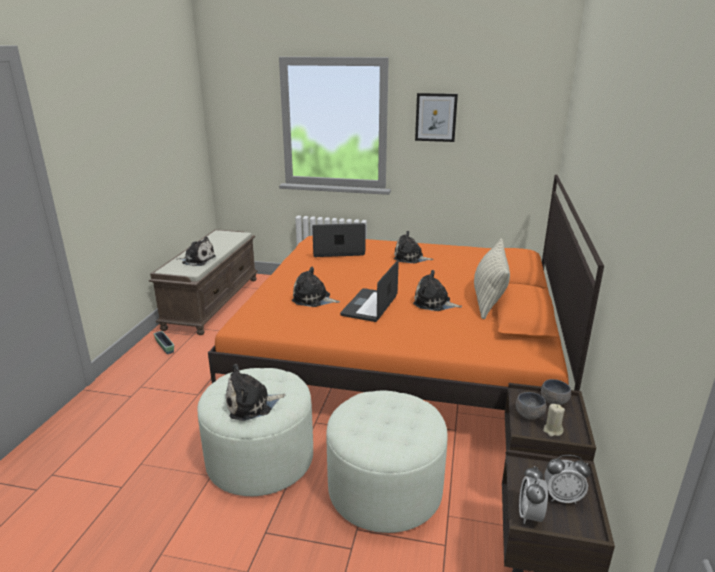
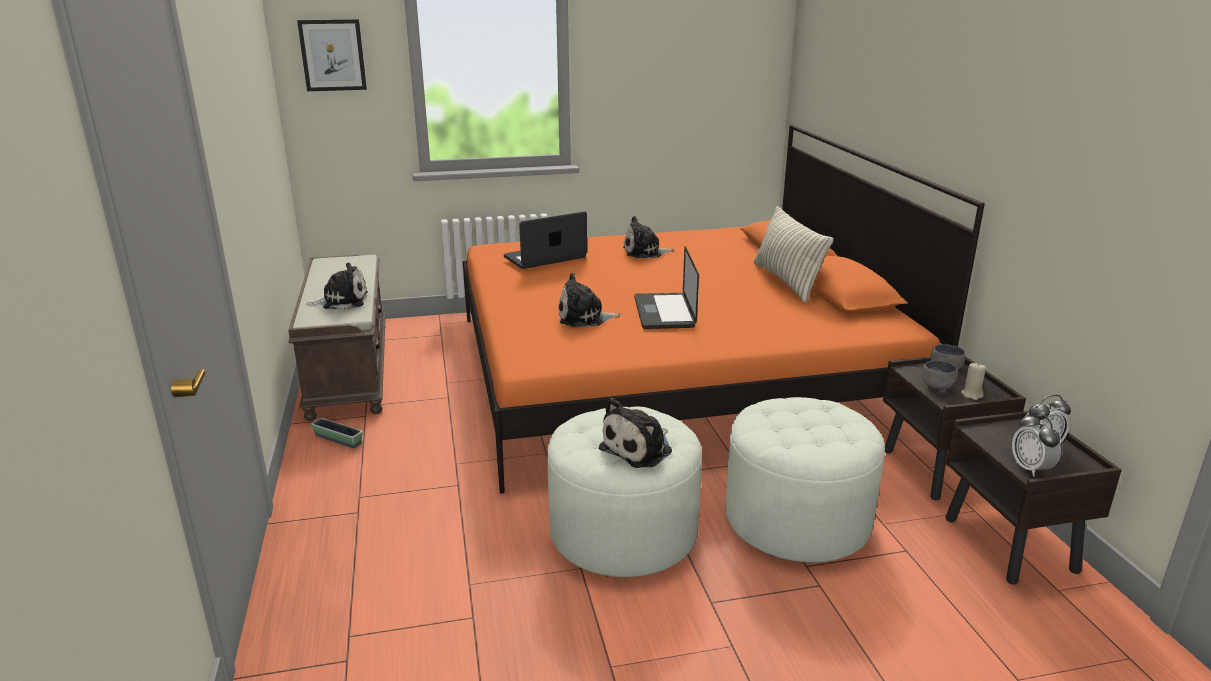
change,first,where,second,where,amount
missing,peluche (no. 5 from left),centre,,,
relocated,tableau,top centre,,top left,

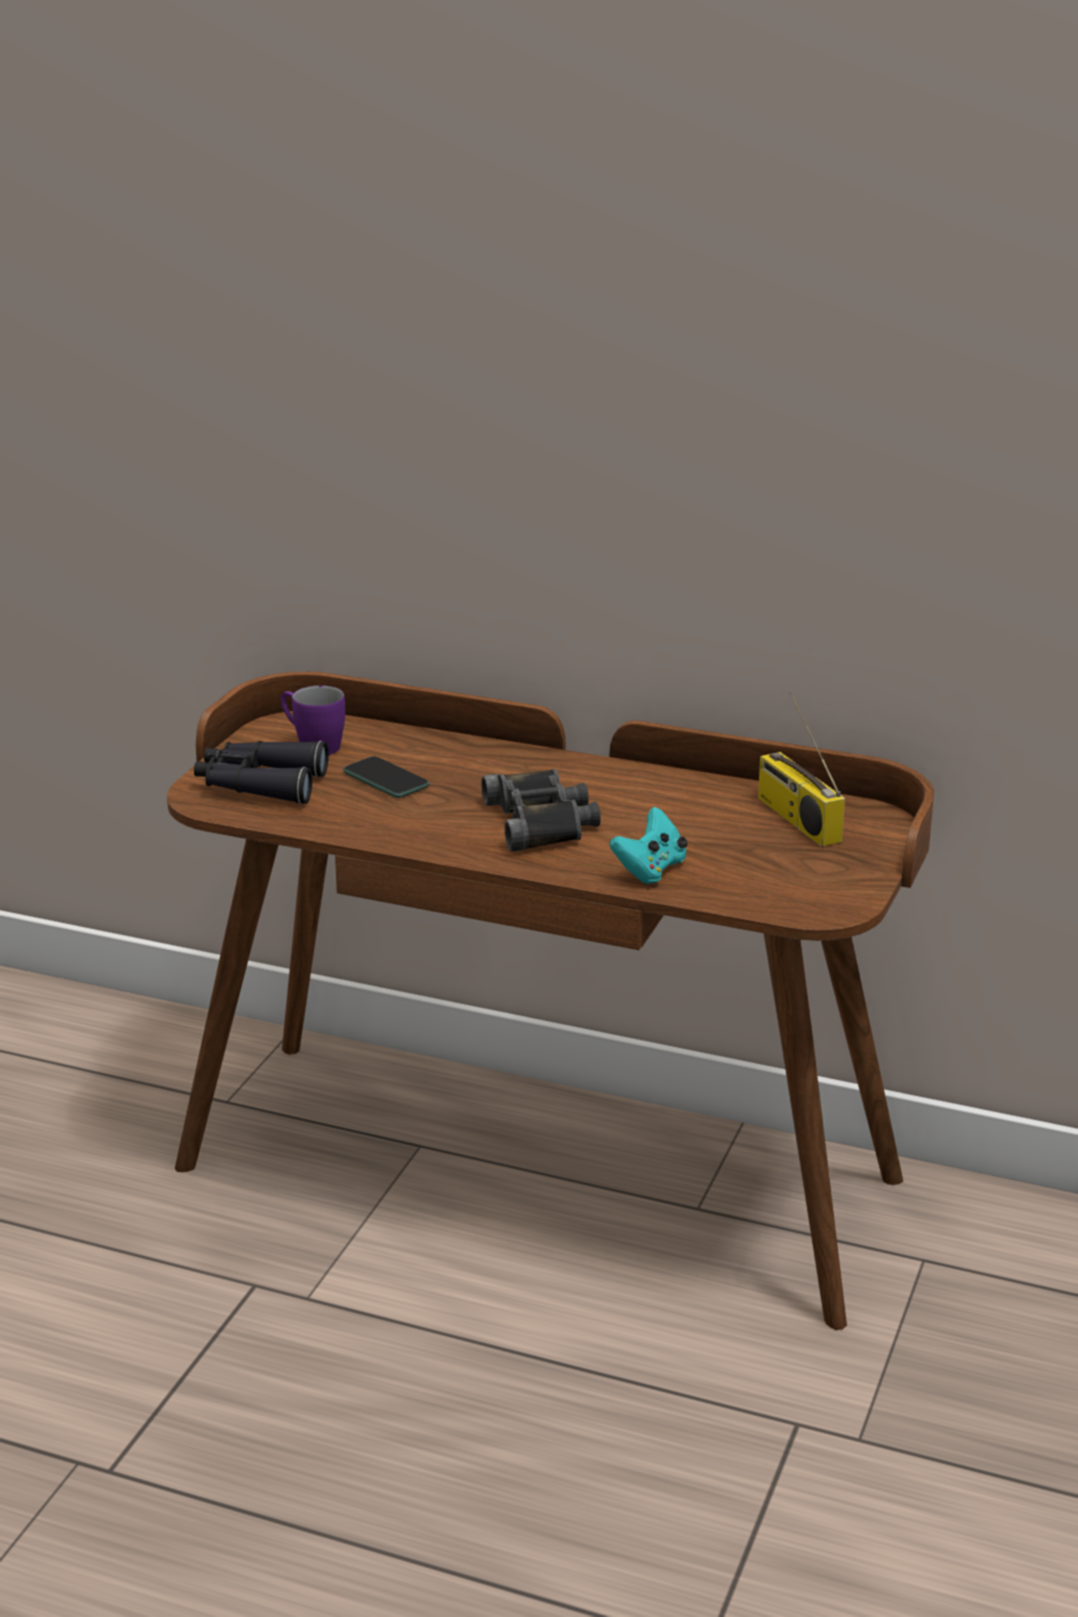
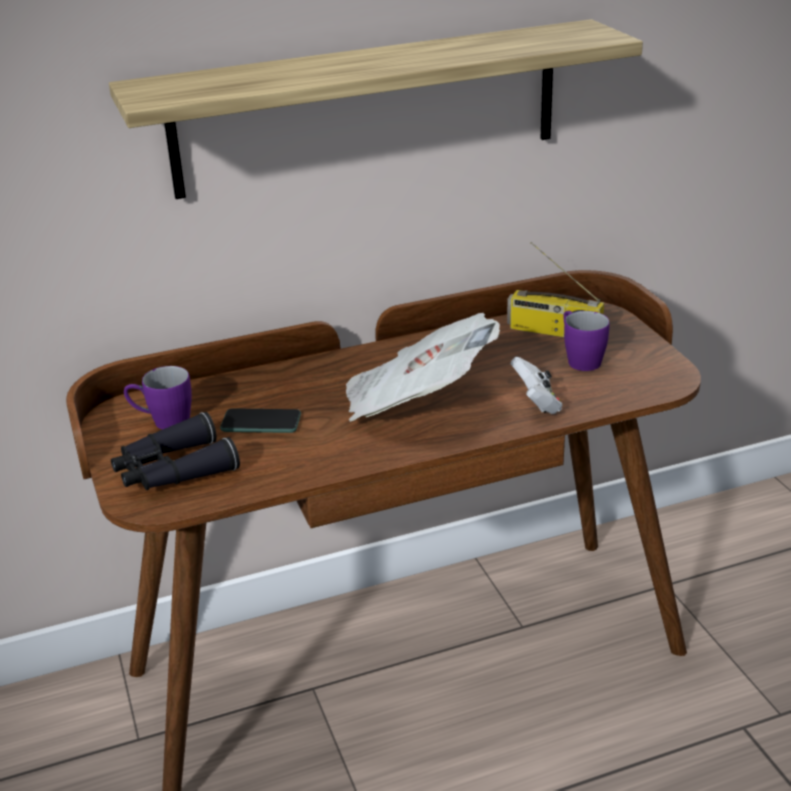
change,first,where,second,where,amount
appeared,,,étagère,top centre,
appeared,,,mug/violet (no. 2 from left),middle right,
exchanged,jumelles/noir (no. 2 from left),centre,journal,centre,
colour,manette/turquoise,centre,manette/blanc,middle right,

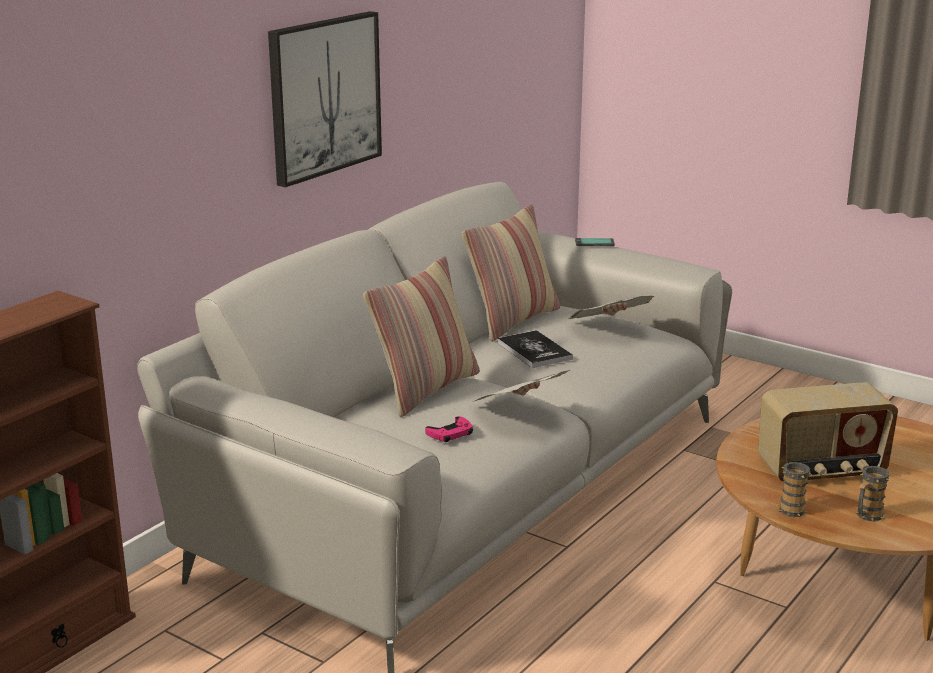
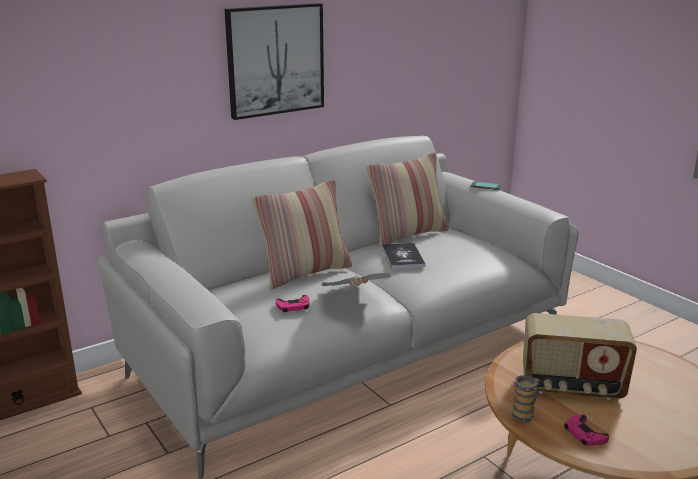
change,first,where,second,where,amount
missing,journal (no. 2 from left),centre,,,
exchanged,mug (no. 2 from left),bottom right,manette/rose (no. 2 from left),bottom right,

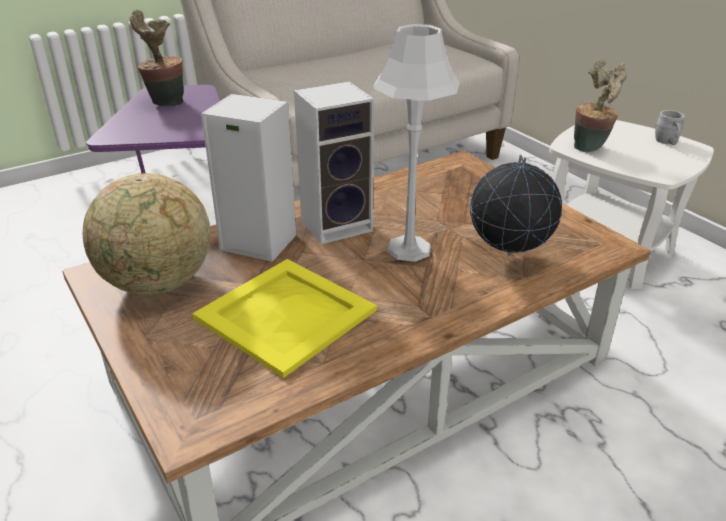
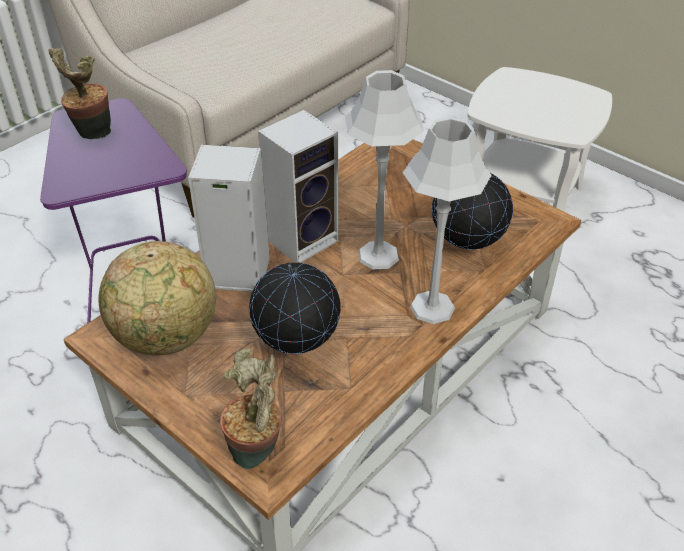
change,first,where,second,where,amount
missing,mug/gris,top right,,,
appeared,,,lampe de table/gris (no. 2 from left),centre,
relocated,plante en pot (no. 2 from left),top right,,bottom centre,
exchanged,plateau/jaune,centre,globe (no. 2 from left),centre,

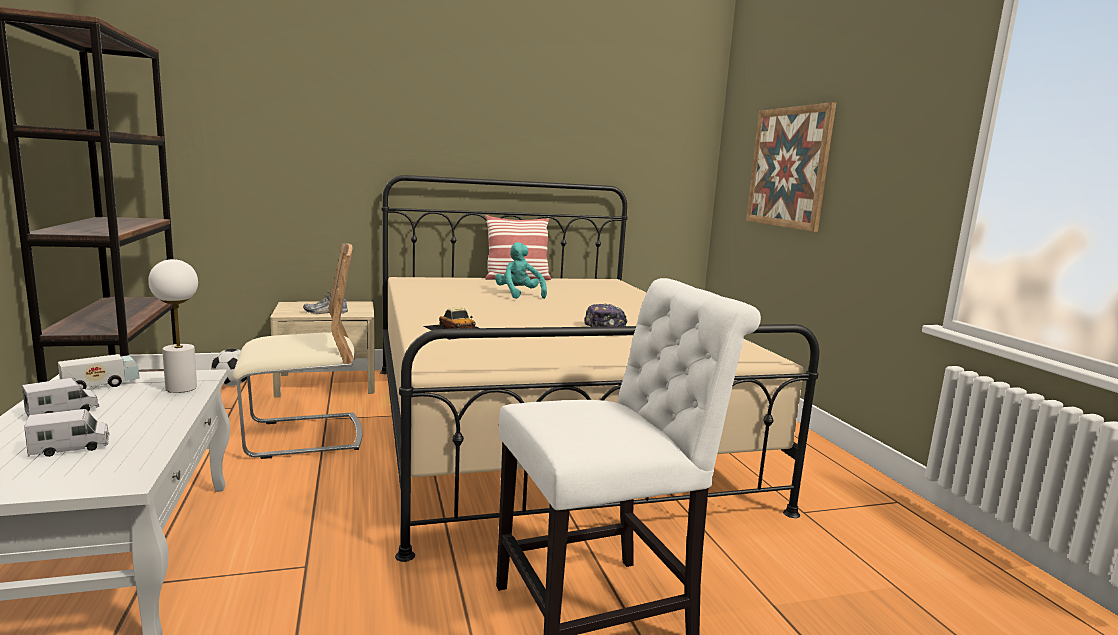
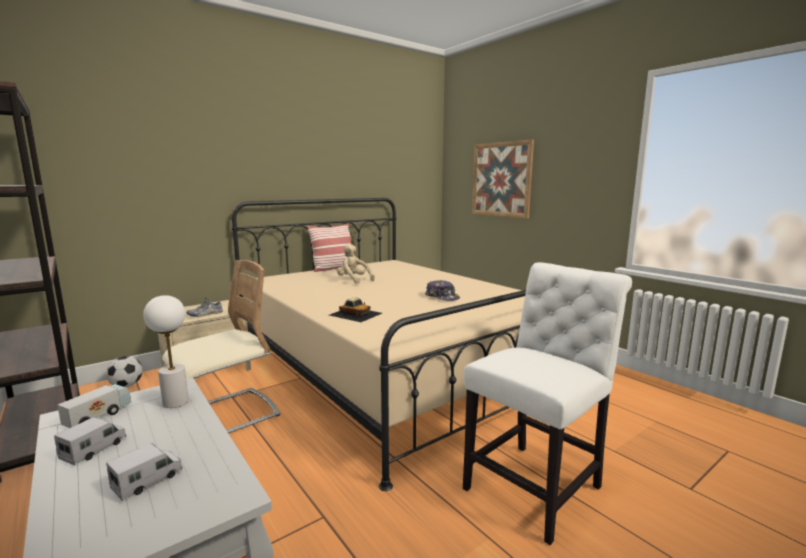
change,first,where,second,where,amount
colour,peluche/turquoise,centre,peluche/beige,centre,

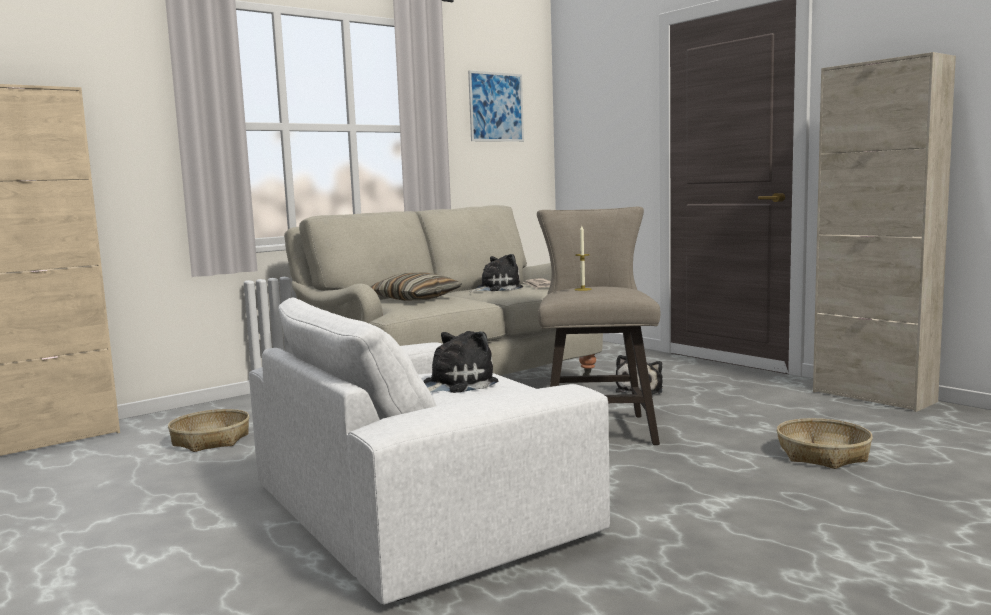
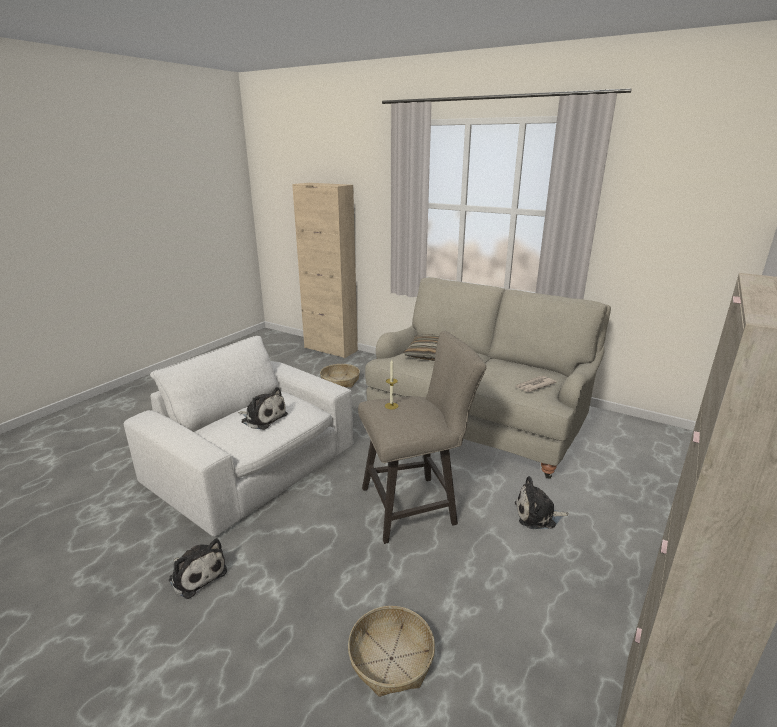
change,first,where,second,where,amount
missing,tableau,top centre,,,
relocated,peluche (no. 2 from left in the first image),centre,peluche (no. 1 from left),bottom left,

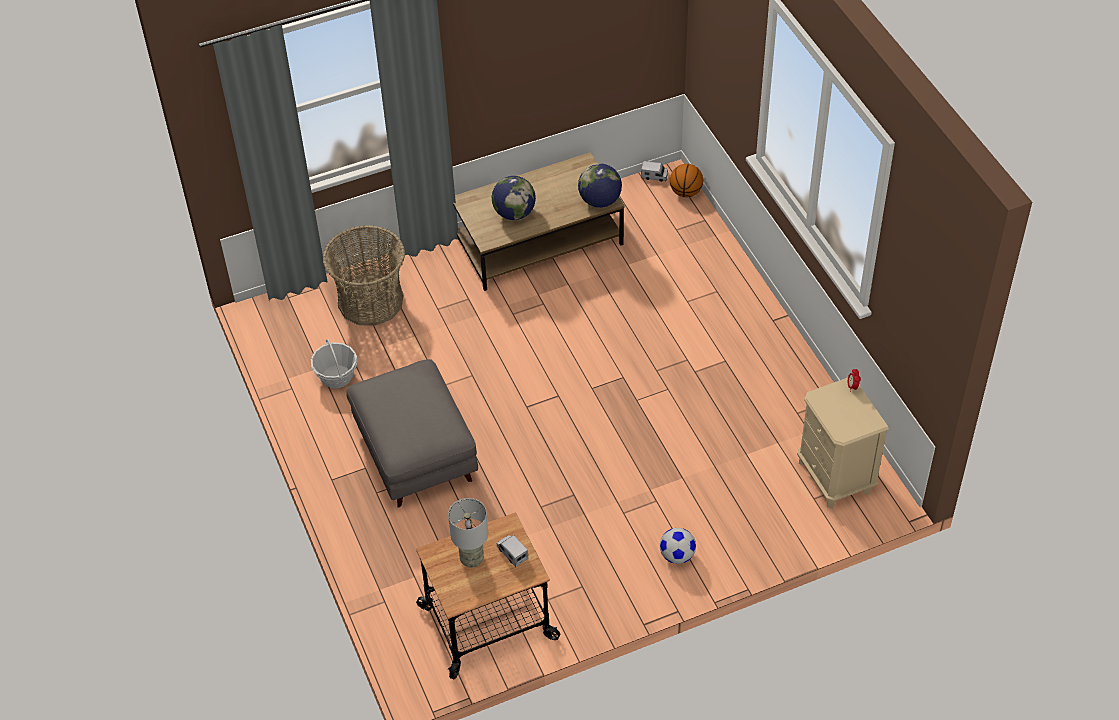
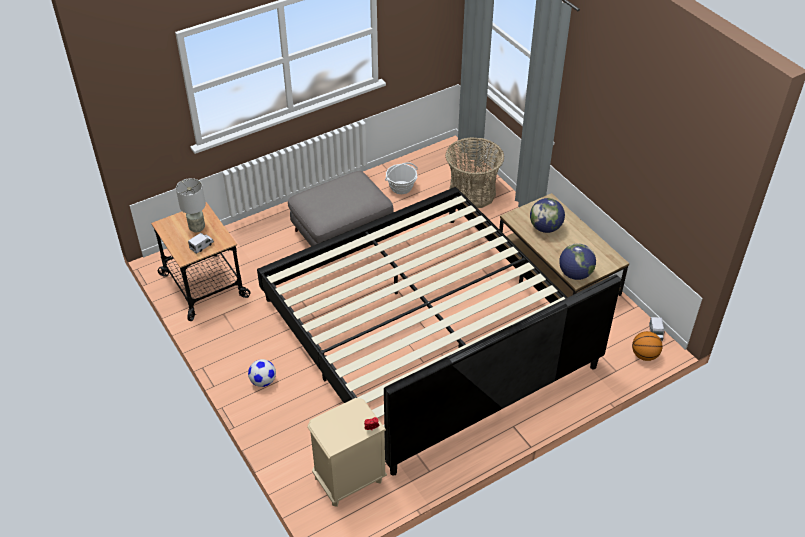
change,first,where,second,where,amount
appeared,,,lit,centre,

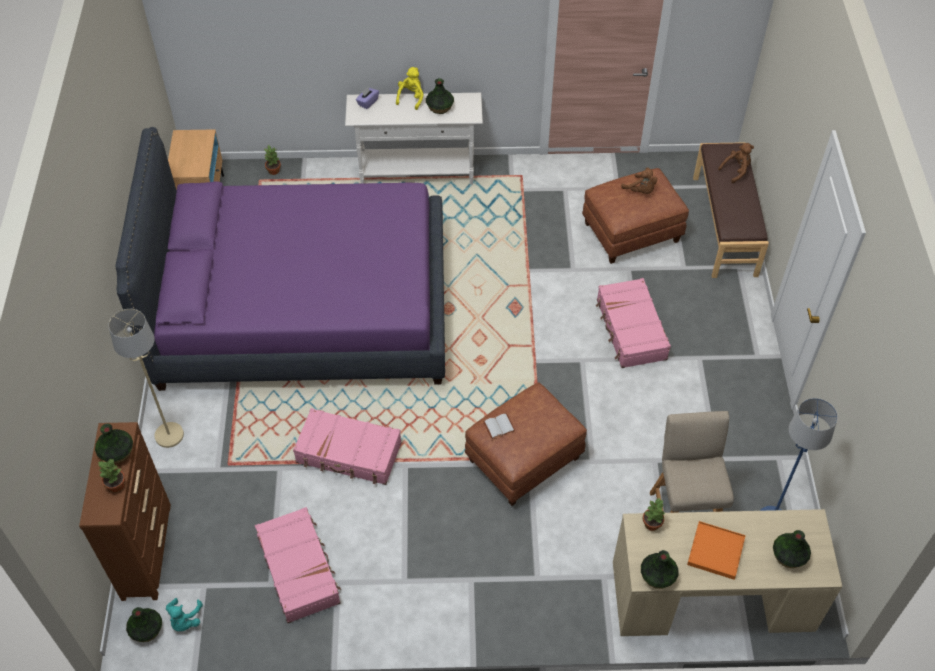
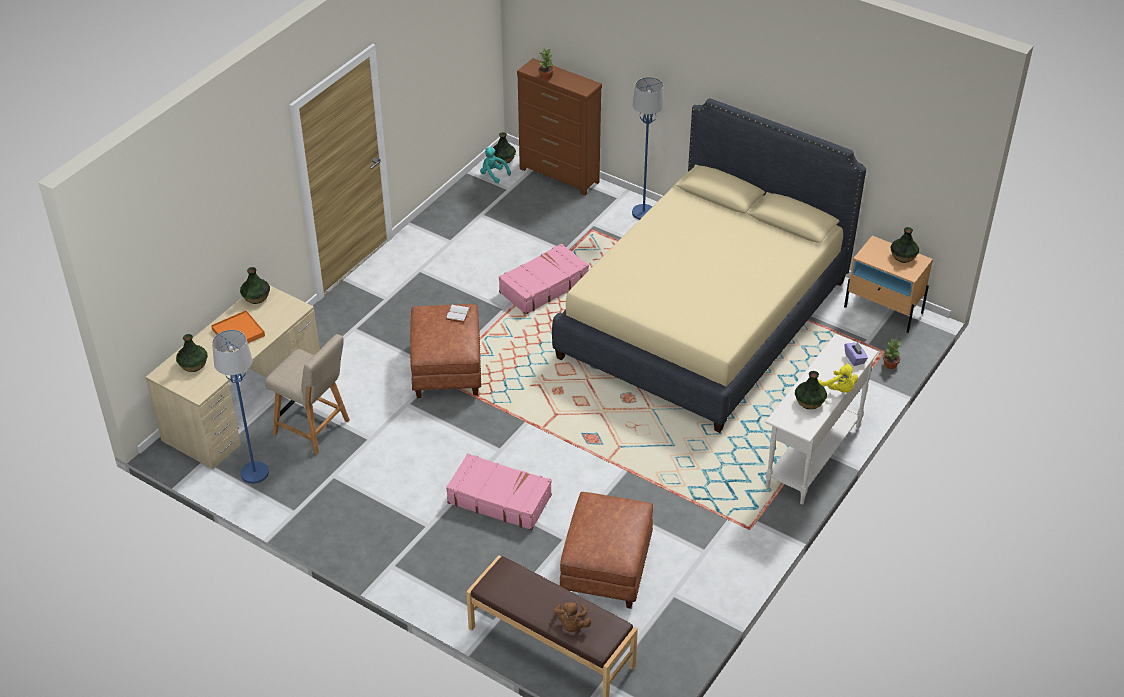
change,first,where,second,where,amount
missing,valise/rose (no. 1 from left),bottom left,,,
missing,peluche/marron (no. 1 from left),top right,,,
missing,plante en pot (no. 3 from left),bottom right,,,
relocated,vase (no. 1 from left in the first image),middle left,vase (no. 5 from left),middle right,
colour,lampadaire/beige,middle left,lampadaire/bleu (no. 2 from left),top centre,
colour,lit/violet,middle left,lit/beige,centre,

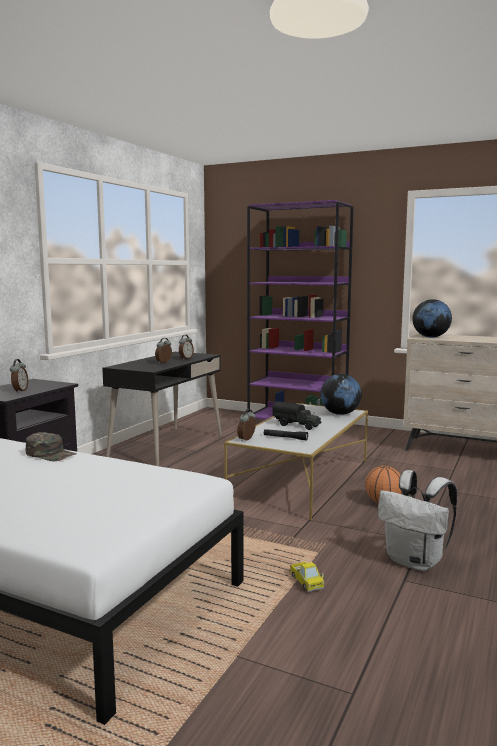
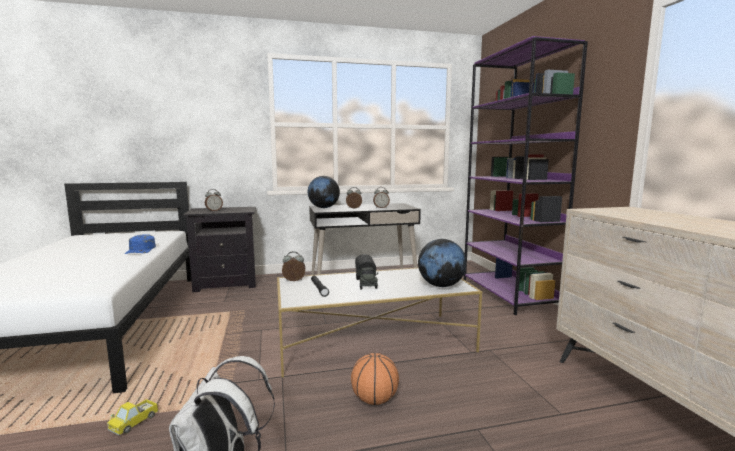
change,first,where,second,where,amount
relocated,globe (no. 2 from left in the first image),middle right,globe (no. 1 from left),centre,
colour,casquette/vert,middle left,casquette/bleu,middle left,

